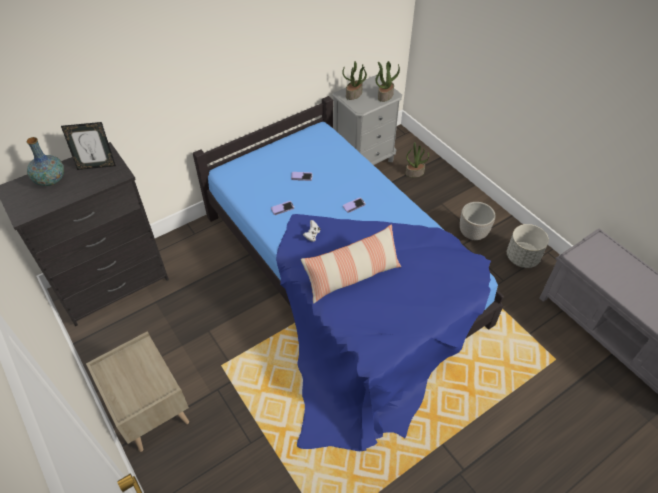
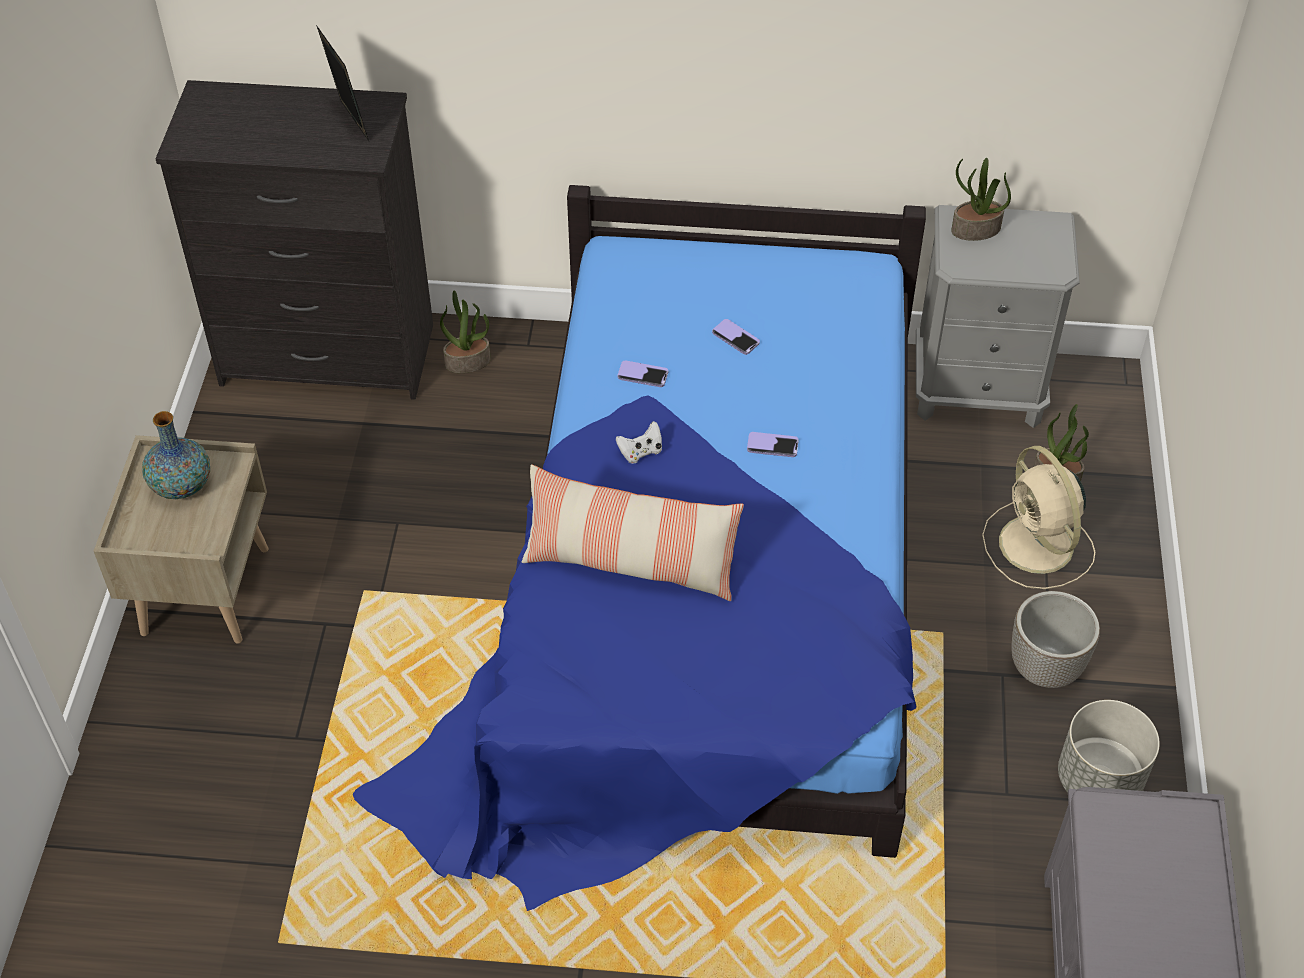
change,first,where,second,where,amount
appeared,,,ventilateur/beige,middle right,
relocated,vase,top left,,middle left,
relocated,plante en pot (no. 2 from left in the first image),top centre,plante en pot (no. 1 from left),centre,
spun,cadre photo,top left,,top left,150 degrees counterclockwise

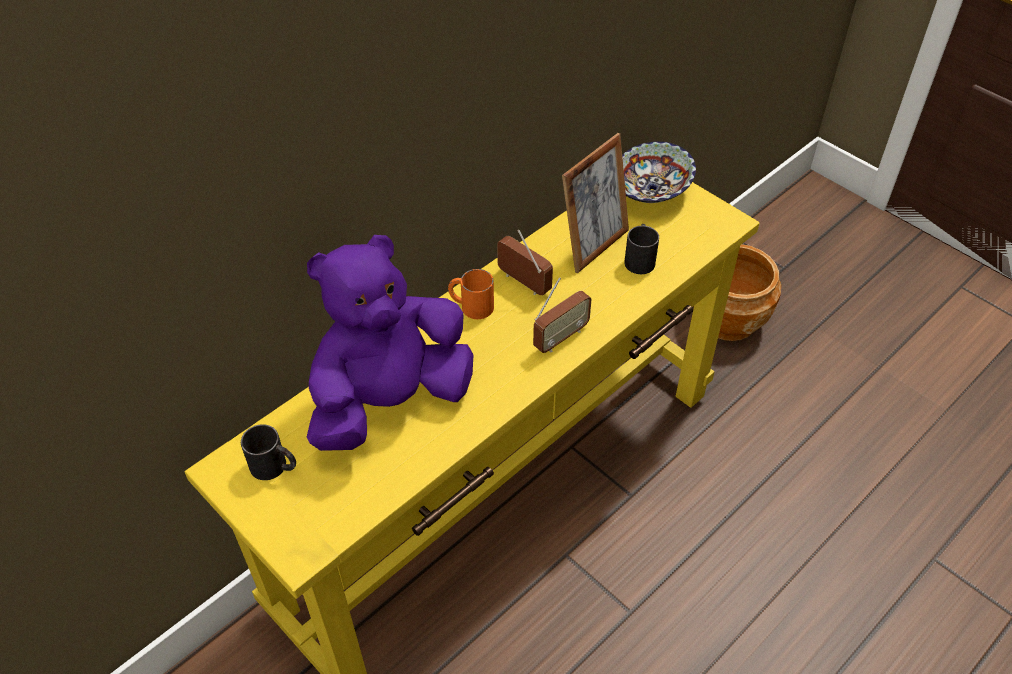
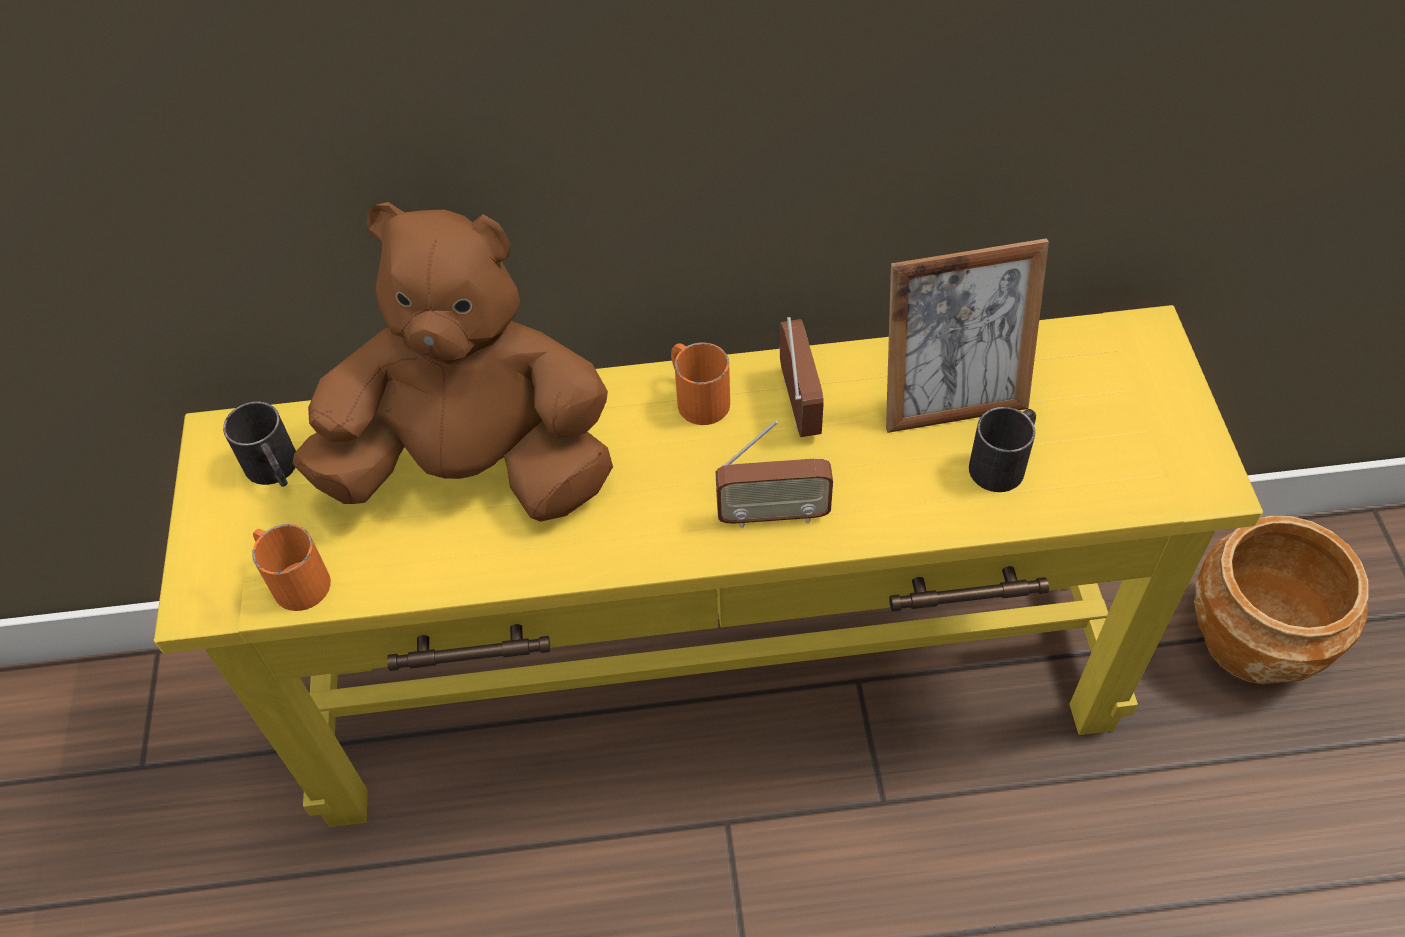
change,first,where,second,where,amount
missing,bol,top centre,,,
appeared,,,mug/orange (no. 1 from left),middle left,
colour,peluche/violet,centre,peluche/marron,middle left,

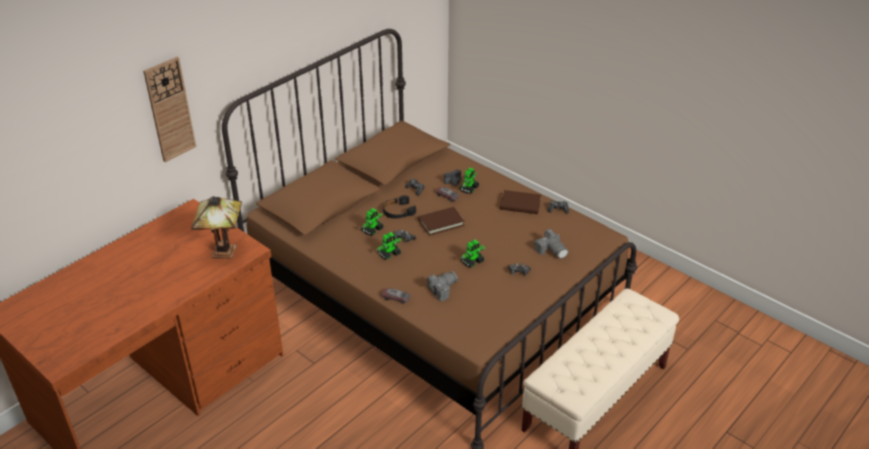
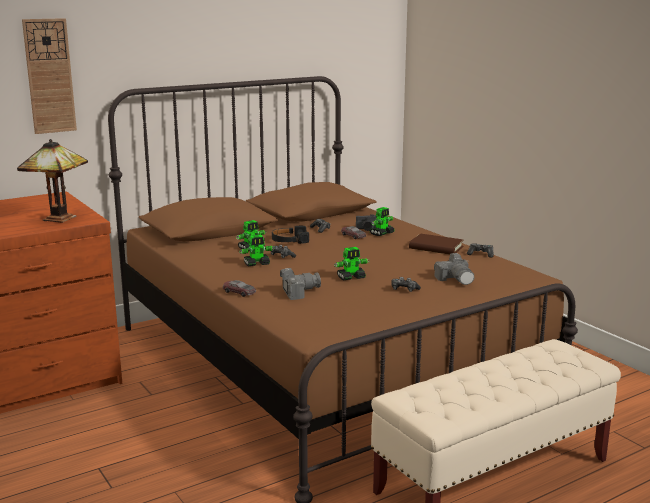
change,first,where,second,where,amount
missing,livre/marron (no. 1 from left),centre,,,

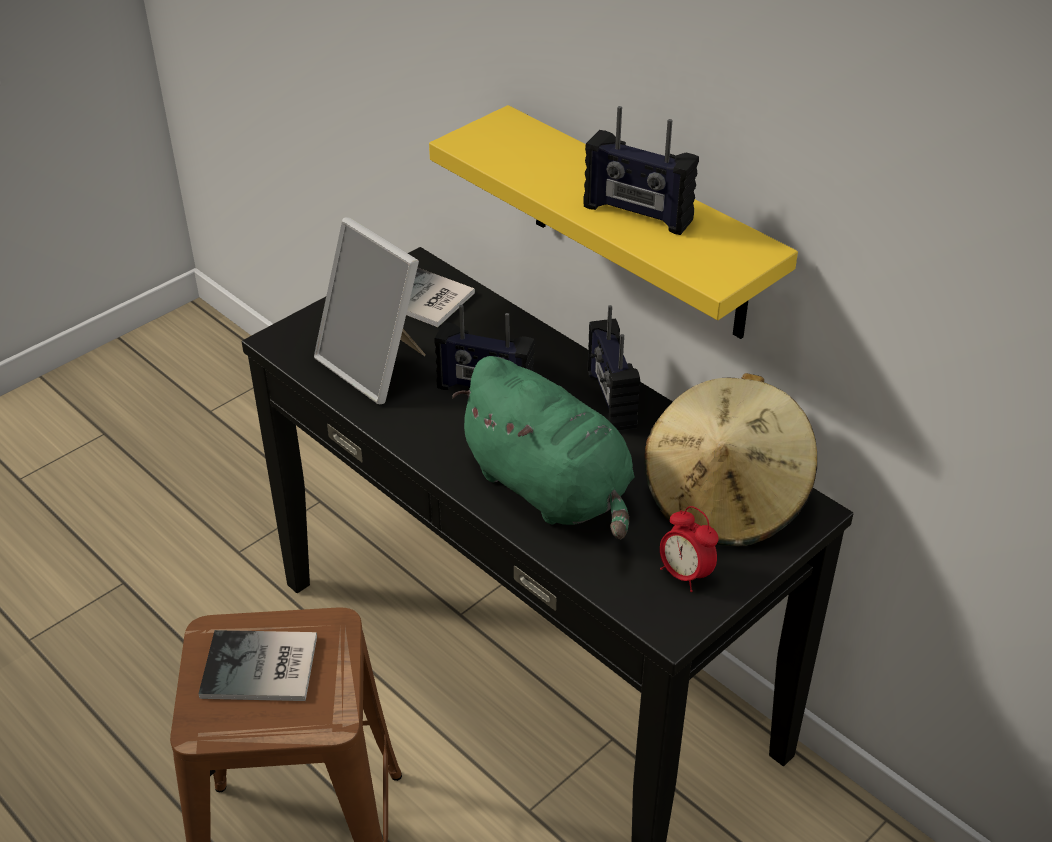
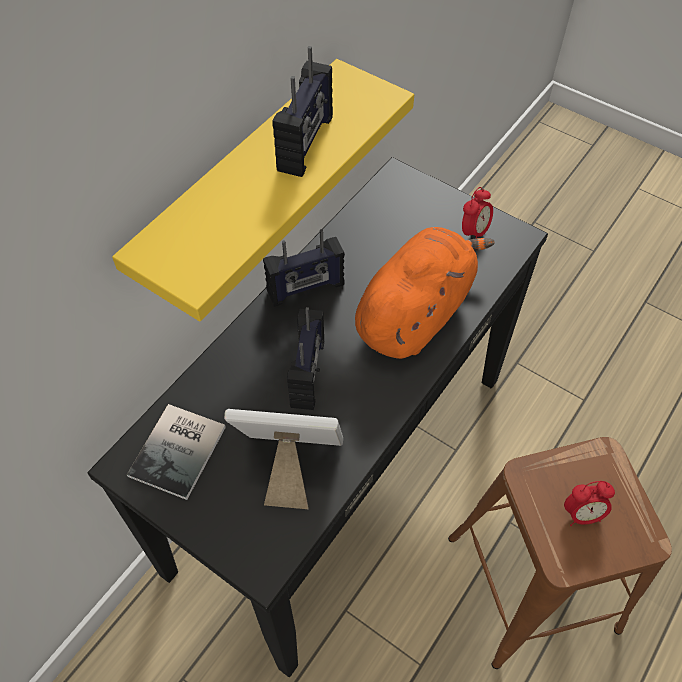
change,first,where,second,where,amount
missing,chapeau/beige,middle right,,,
exchanged,livre (no. 1 from left),bottom left,réveil (no. 2 from left),bottom right,
colour,peluche/vert,centre,peluche/orange,centre,
spun,cadre photo,centre,,bottom centre,120 degrees counterclockwise

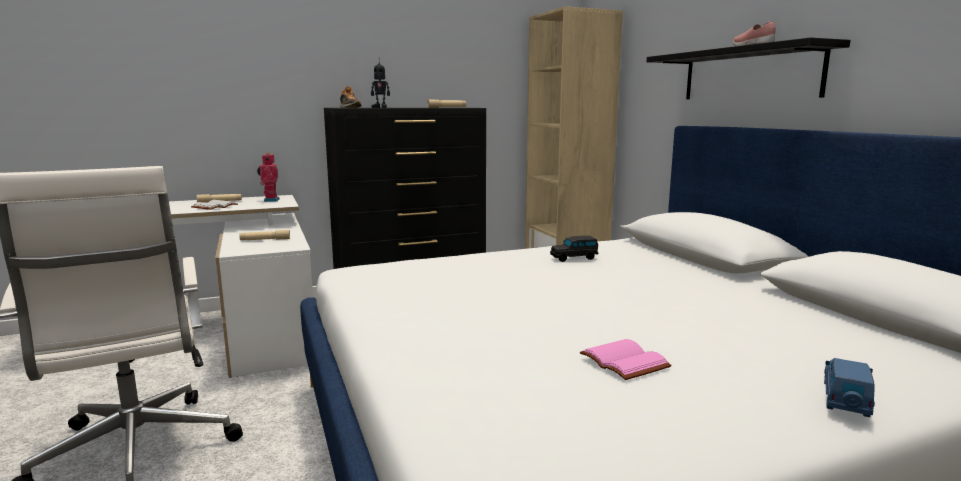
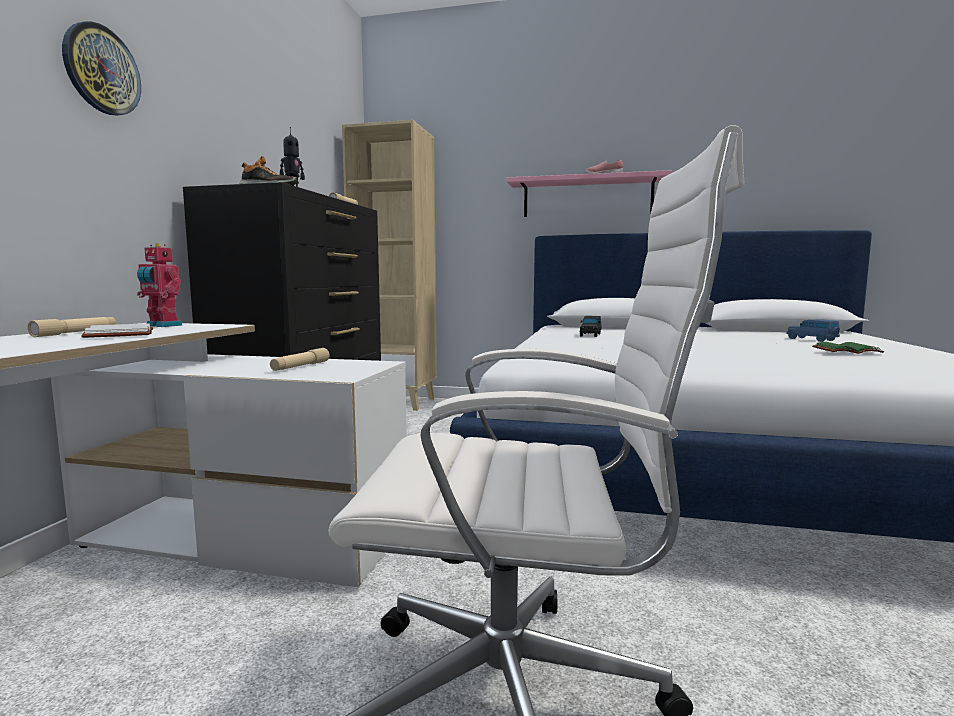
change,first,where,second,where,amount
appeared,,,horloge murale,top left,
relocated,petite voiture/bleu,bottom right,,middle right,
colour,livre/rose,bottom centre,livre/vert,middle right,
colour,étagère/noir,top right,étagère/rose,top centre,

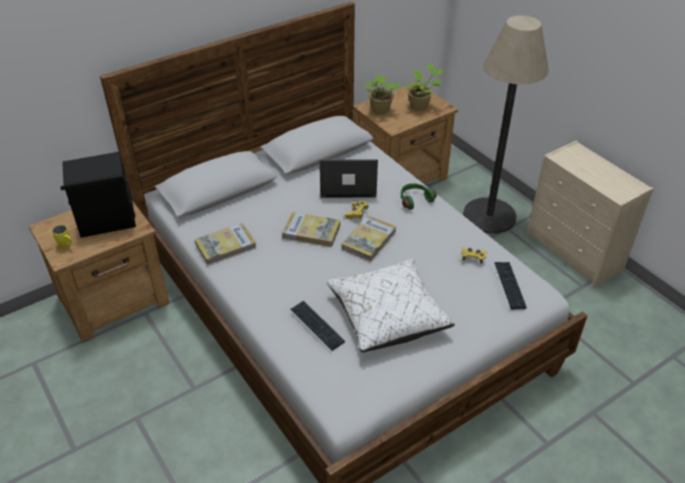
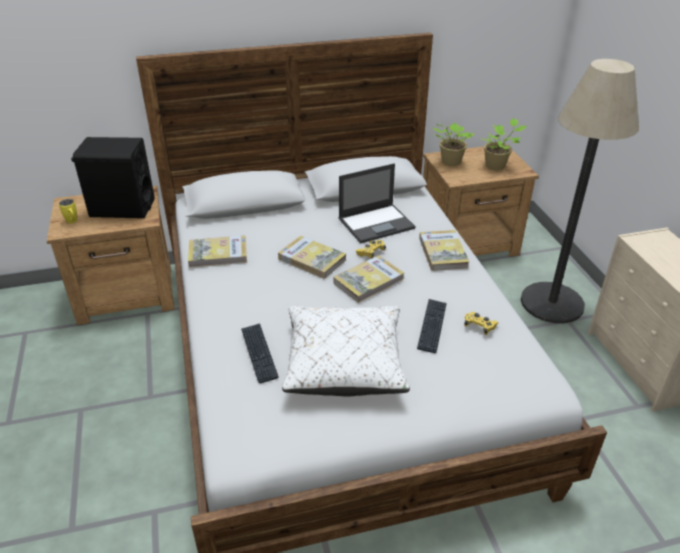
change,first,where,second,where,amount
relocated,clavier (no. 2 from left),middle right,,centre,
exchanged,casque audio/vert,centre,livre (no. 4 from left),centre,
spun,ordinateur portable,centre,,centre,135 degrees clockwise

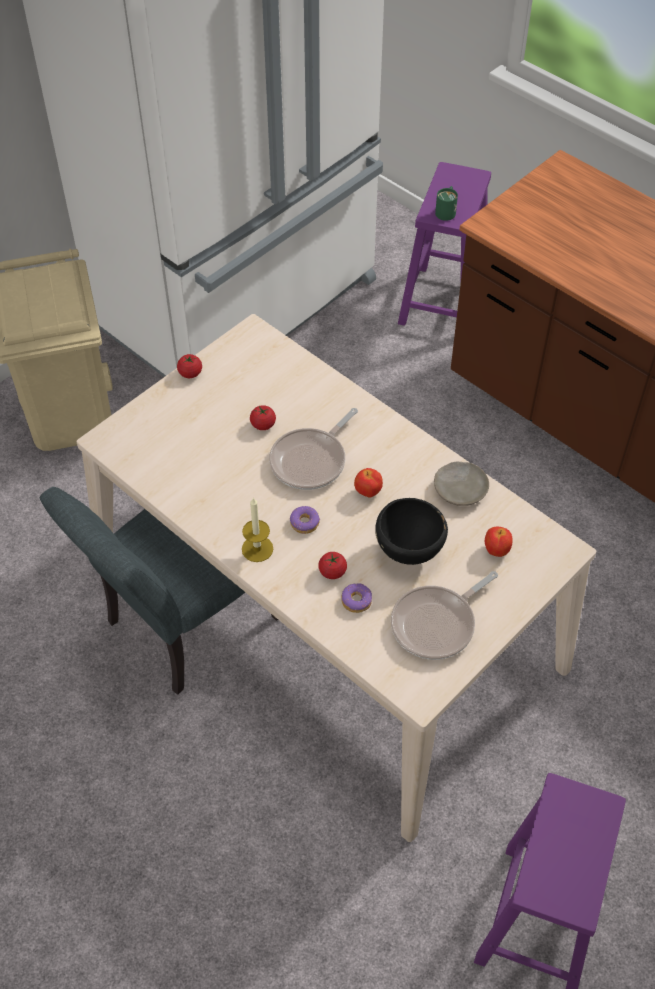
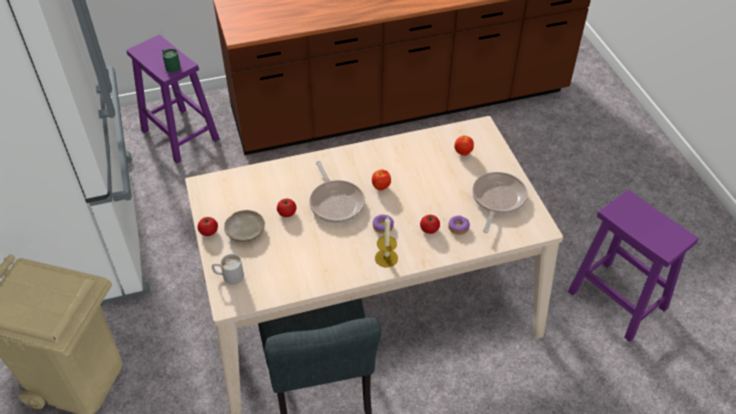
change,first,where,second,where,amount
missing,bol/noir,centre,,,
appeared,,,mug/blanc,middle left,
relocated,assiette/beige,middle right,,middle left,
spun,poêle (no. 2 from left),middle right,,middle right,150 degrees counterclockwise

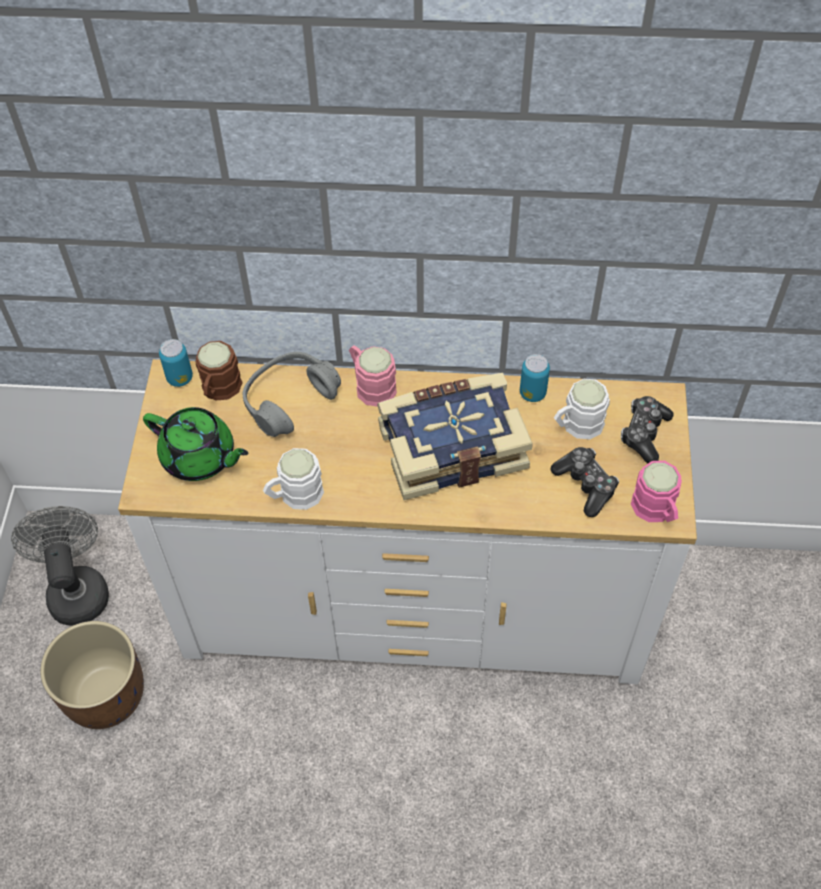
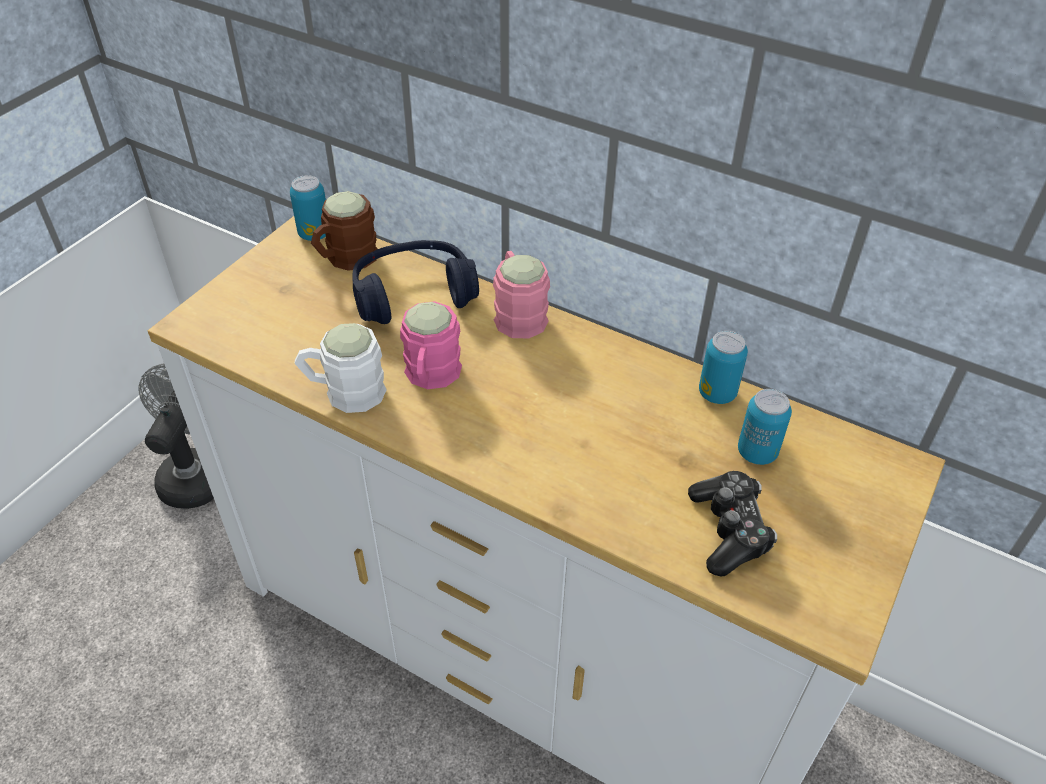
change,first,where,second,where,amount
missing,cache-pot/marron,bottom left,,,
missing,théière/vert,middle left,,,
missing,livre,centre,,,
missing,manette (no. 2 from left),middle right,,,
relocated,mug/rose (no. 2 from left in the first image),middle right,mug/rose (no. 1 from left),centre,
exchanged,mug/blanc (no. 2 from left),middle right,boîte métallique (no. 3 from left),middle right,
colour,casque audio/gris,centre,casque audio/bleu,centre,

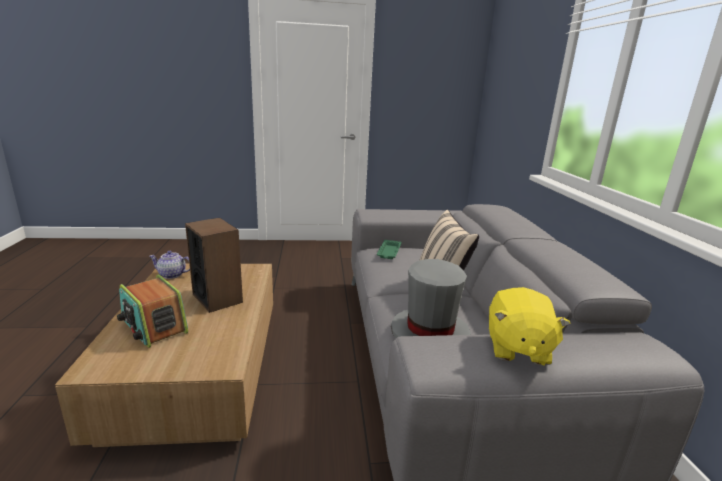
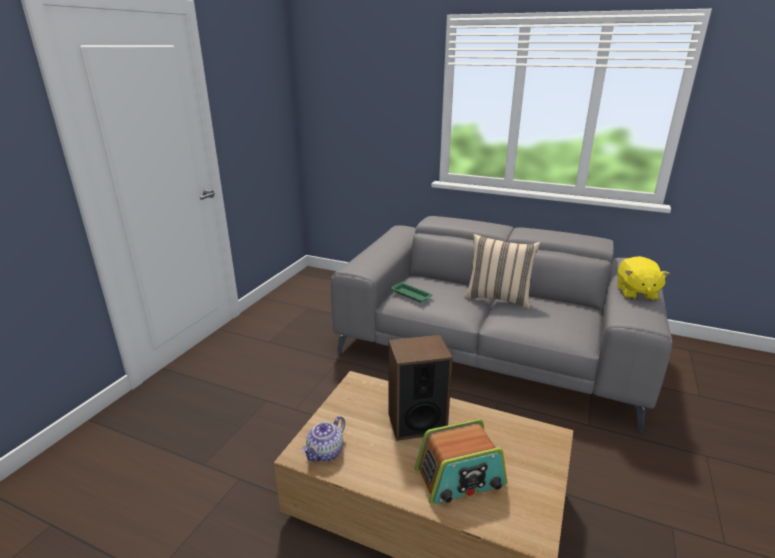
change,first,where,second,where,amount
missing,chapeau/gris,centre,,,
spun,peluche/jaune,bottom right,,middle right,60 degrees clockwise

